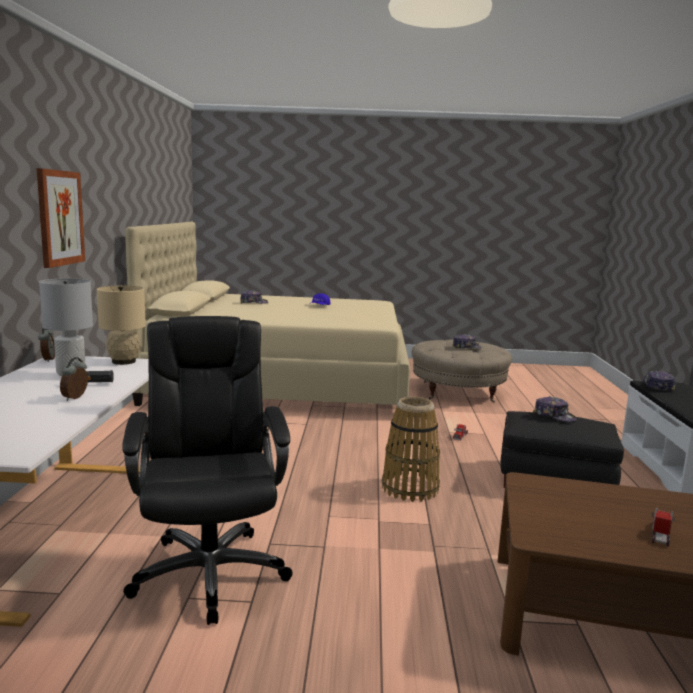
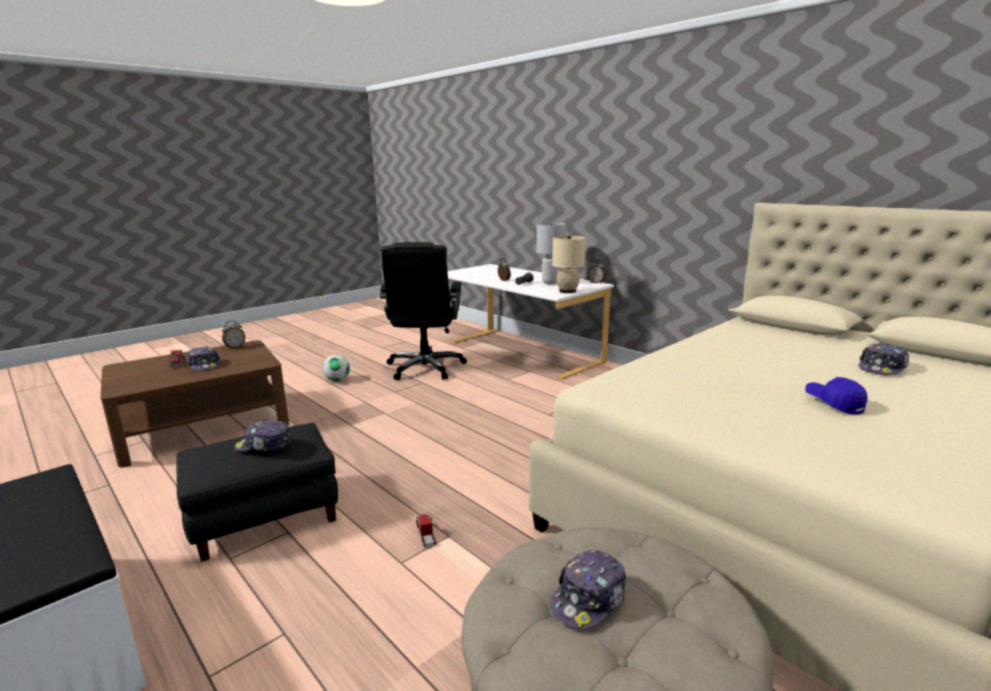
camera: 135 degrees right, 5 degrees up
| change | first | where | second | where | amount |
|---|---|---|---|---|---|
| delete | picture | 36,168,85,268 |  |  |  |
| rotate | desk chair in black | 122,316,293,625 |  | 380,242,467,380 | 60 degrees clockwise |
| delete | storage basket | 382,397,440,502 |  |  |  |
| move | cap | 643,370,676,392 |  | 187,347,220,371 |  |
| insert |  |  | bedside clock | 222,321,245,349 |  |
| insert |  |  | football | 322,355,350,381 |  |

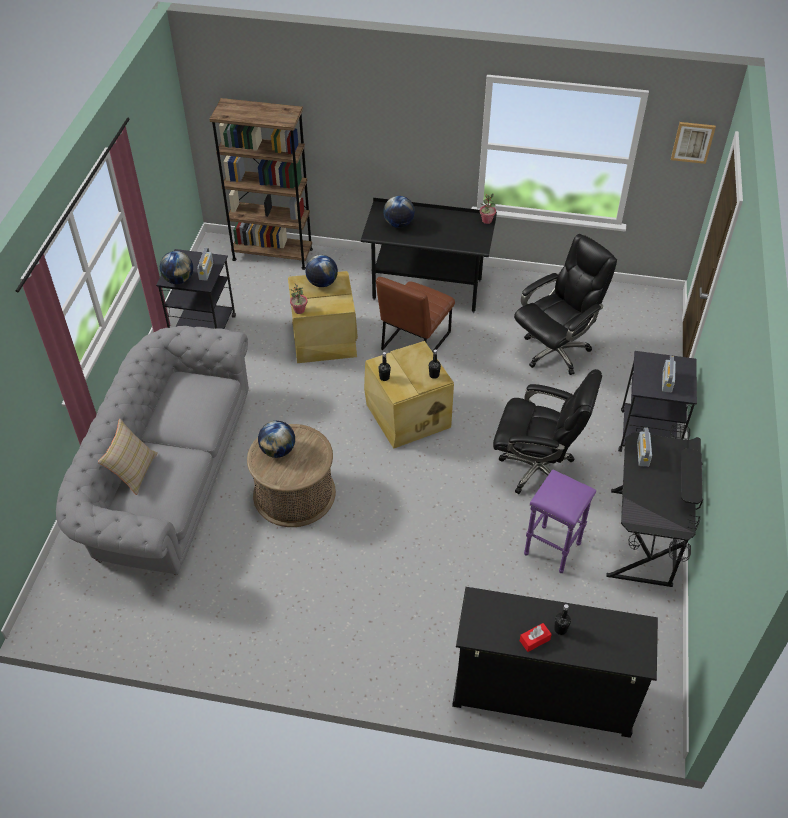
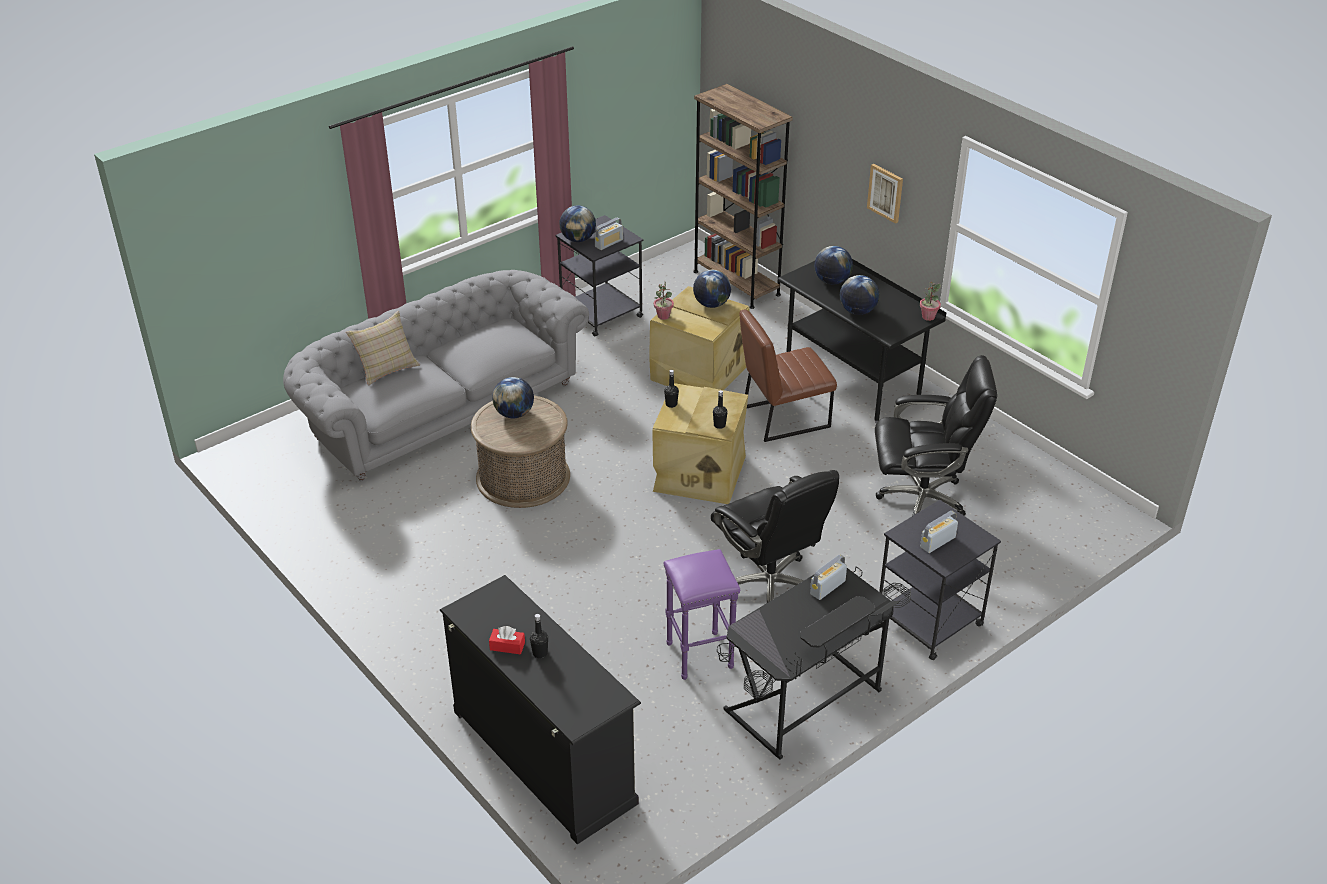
camera: 40 degrees right, 10 degrees down
| change | first | where | second | where | amount |
|---|---|---|---|---|---|
| move | picture | 671,122,716,164 |  | 867,164,903,224 |  |
| insert |  |  | globe | 840,275,879,315 |  |

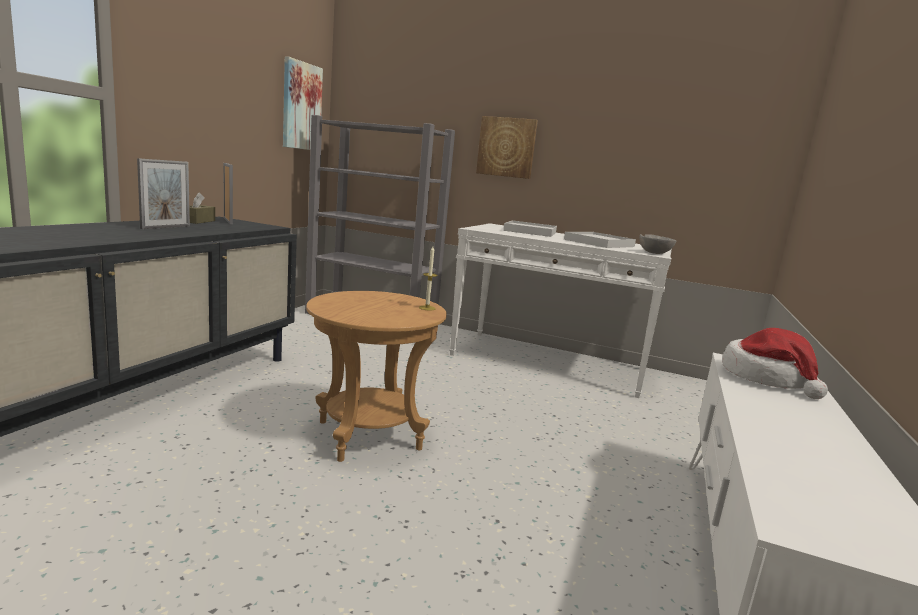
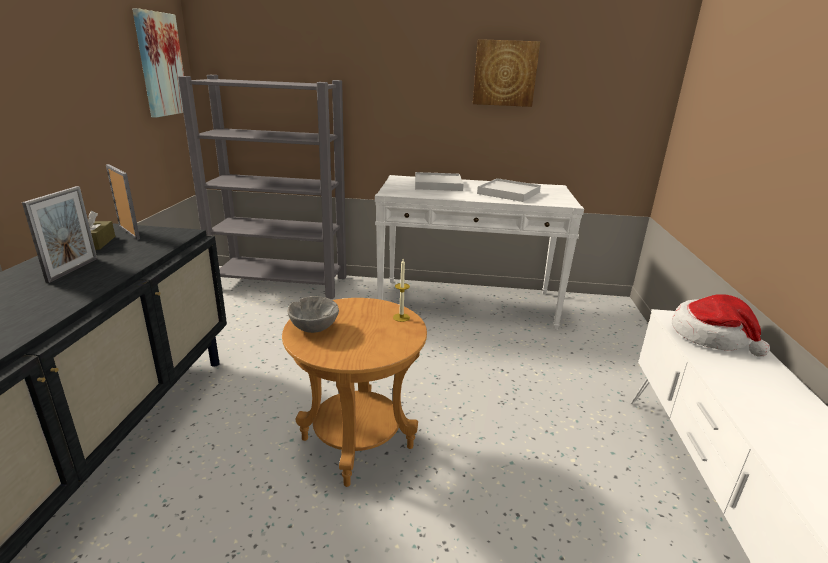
camera: 15 degrees left, 10 degrees up
| change | first | where | second | where | amount |
|---|---|---|---|---|---|
| move | picture | 476,116,538,179 |  | 473,39,540,107 |  |
| move | serving bowl in gray | 639,234,676,254 |  | 288,296,339,333 |  |

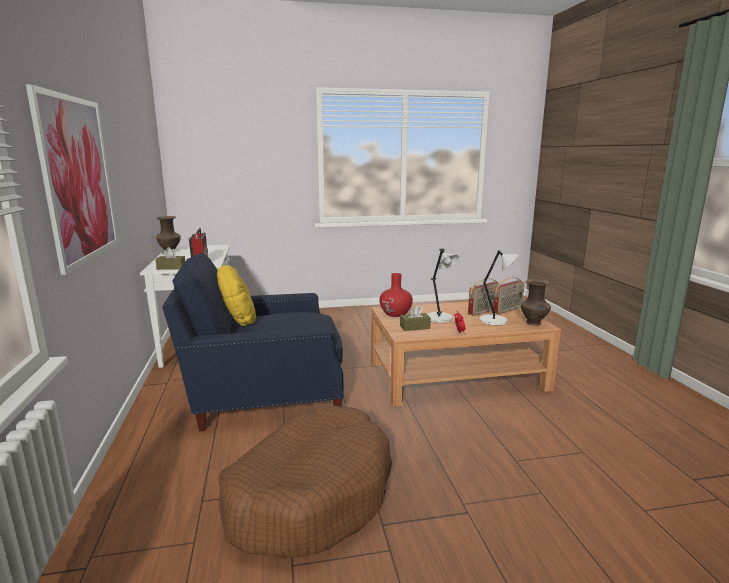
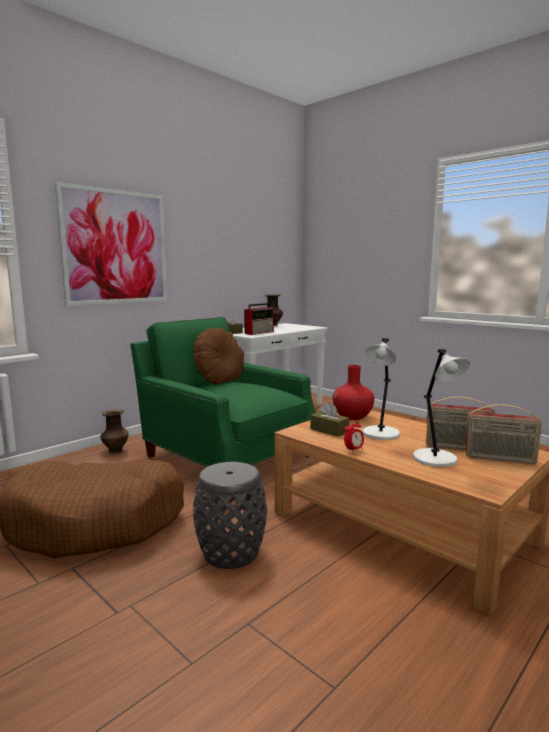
camera: 55 degrees right, 5 degrees down
| change | first | where | second | where | amount |
|---|---|---|---|---|---|
| recolor | easy chair in bluish | 162,252,344,431 | easy chair in greenish | 130,317,316,474 |  |
| recolor | cushion in yellow | 217,265,256,326 | cushion in brown | 193,328,244,385 |  |
| move | flower vase in brown | 521,279,551,326 |  | 100,409,128,454 |  |
| insert |  |  | sitting stool in gray | 193,462,267,569 |  |

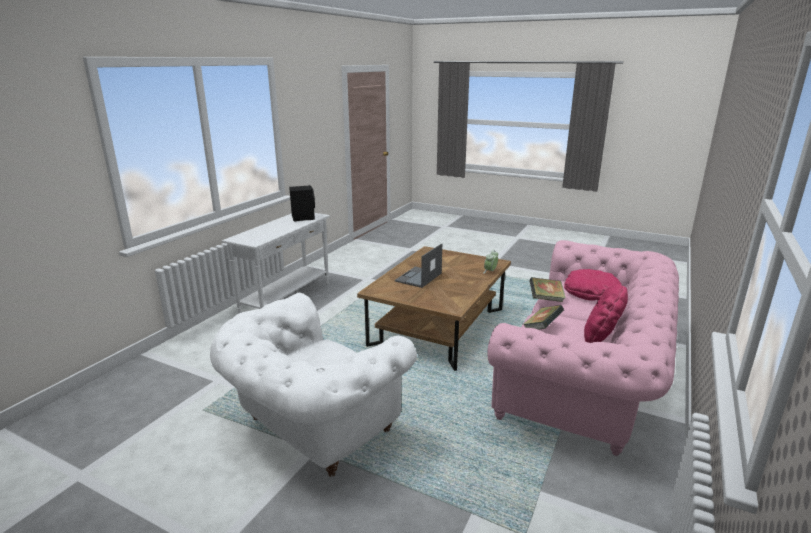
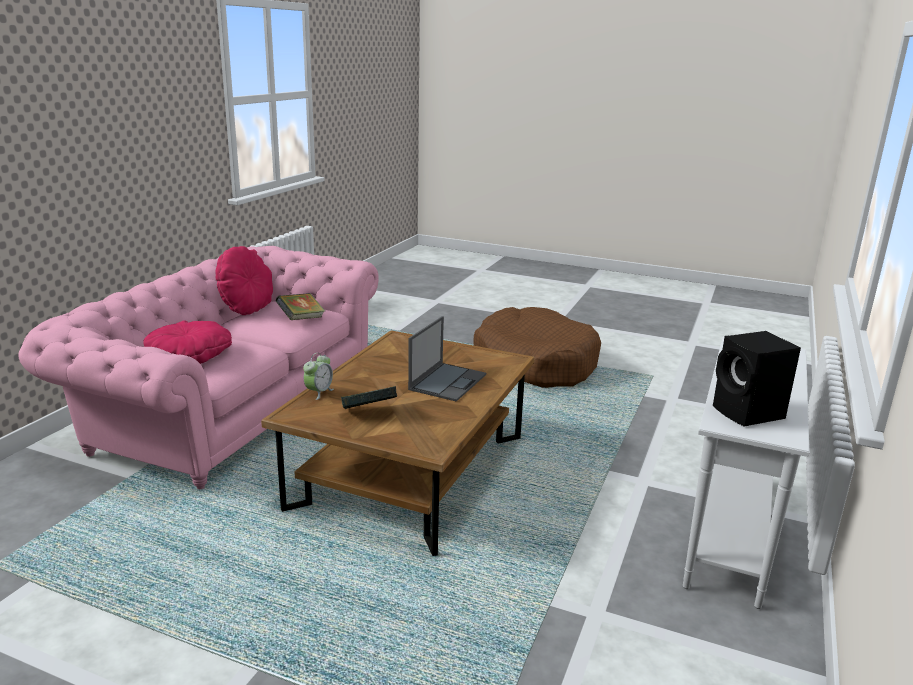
camera: 175 degrees right, 0 degrees up
| change | first | where | second | where | amount |
|---|---|---|---|---|---|
| replace | easy chair in white-coloured | 210,293,417,477 | dog cushion in brown | 474,307,601,388 |  |
| move | bound book | 529,277,566,302 |  | 341,386,397,409 |  |

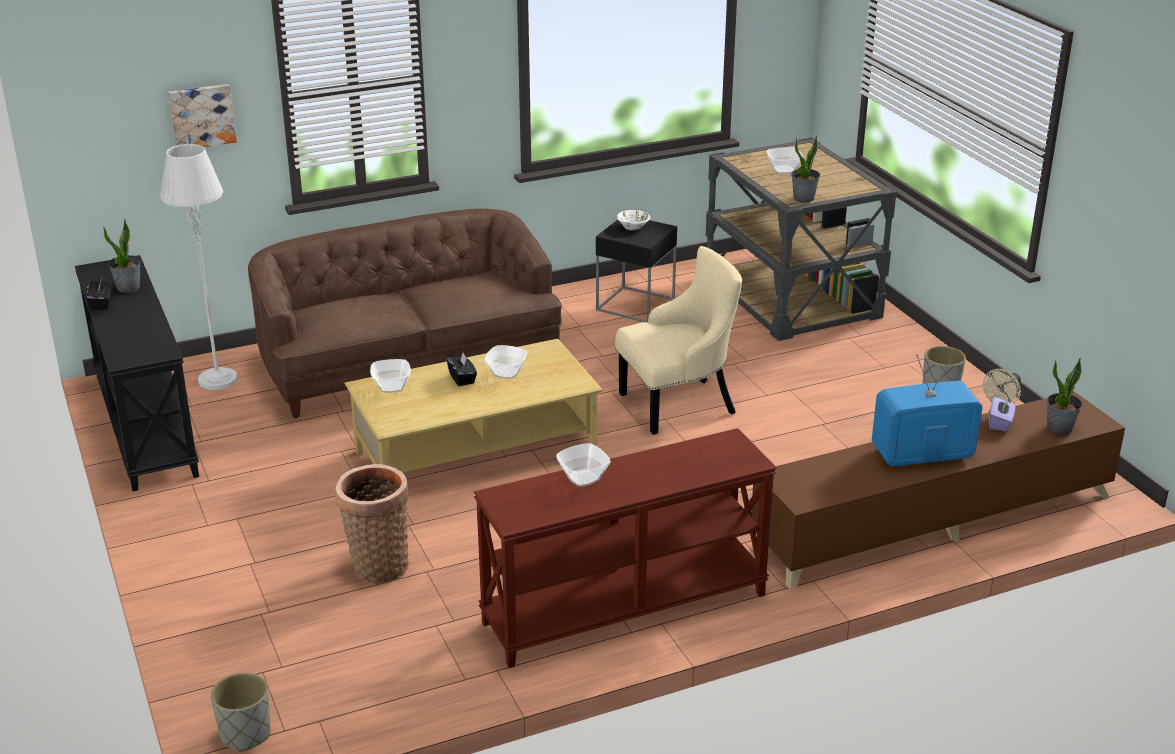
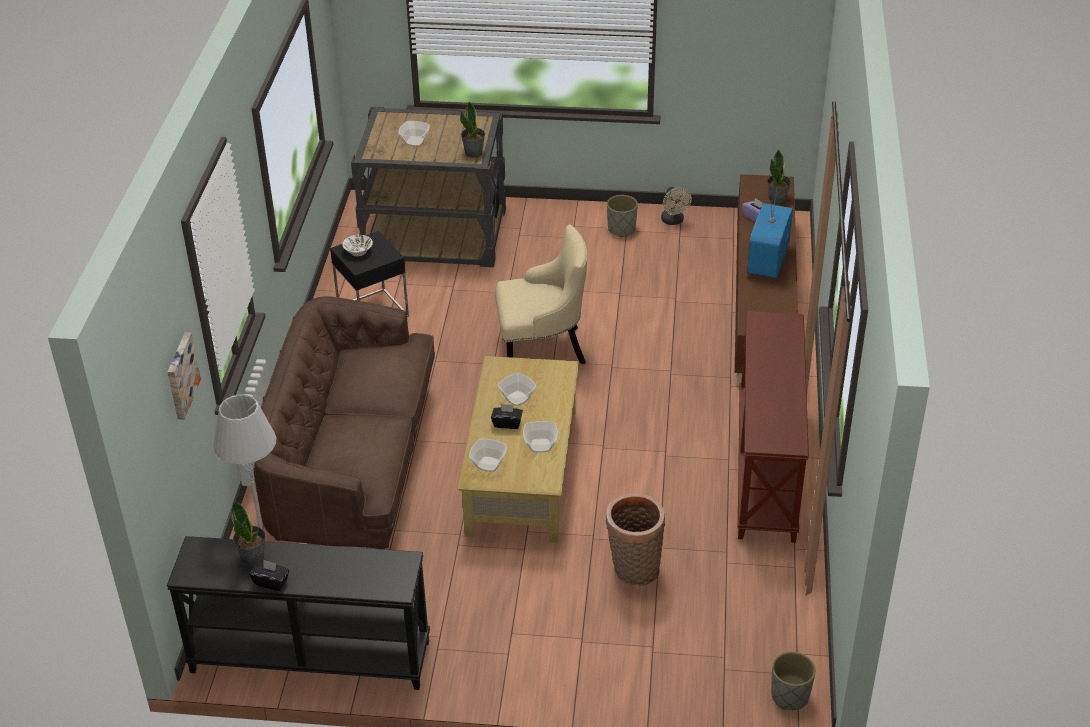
camera: 60 degrees left, 10 degrees up
| change | first | where | second | where | amount |
|---|---|---|---|---|---|
| move | serving bowl | 556,443,611,487 |  | 523,421,558,453 |  |
| rotate | easy chair in beige-coloured | 614,246,742,435 |  | 495,224,587,364 | 75 degrees clockwise |

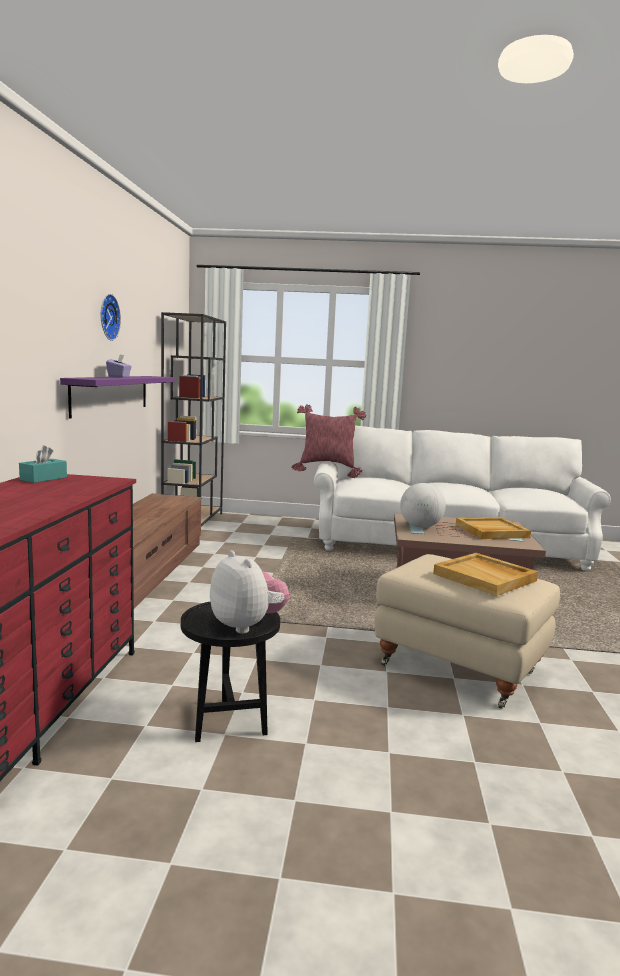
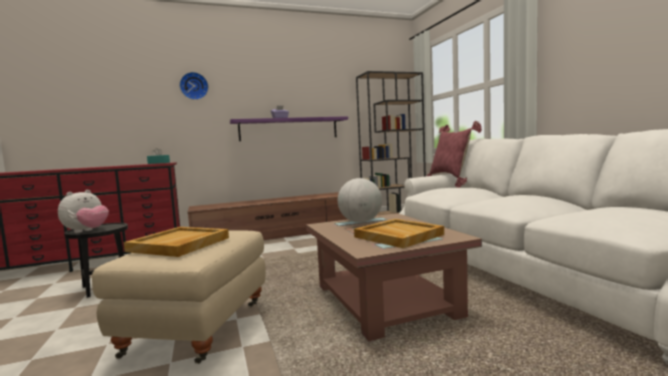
camera: 65 degrees right, 5 degrees down
| change | first | where | second | where | amount |
|---|---|---|---|---|---|
| move | clock on the wall | 101,294,121,341 |  | 179,72,209,100 |  |

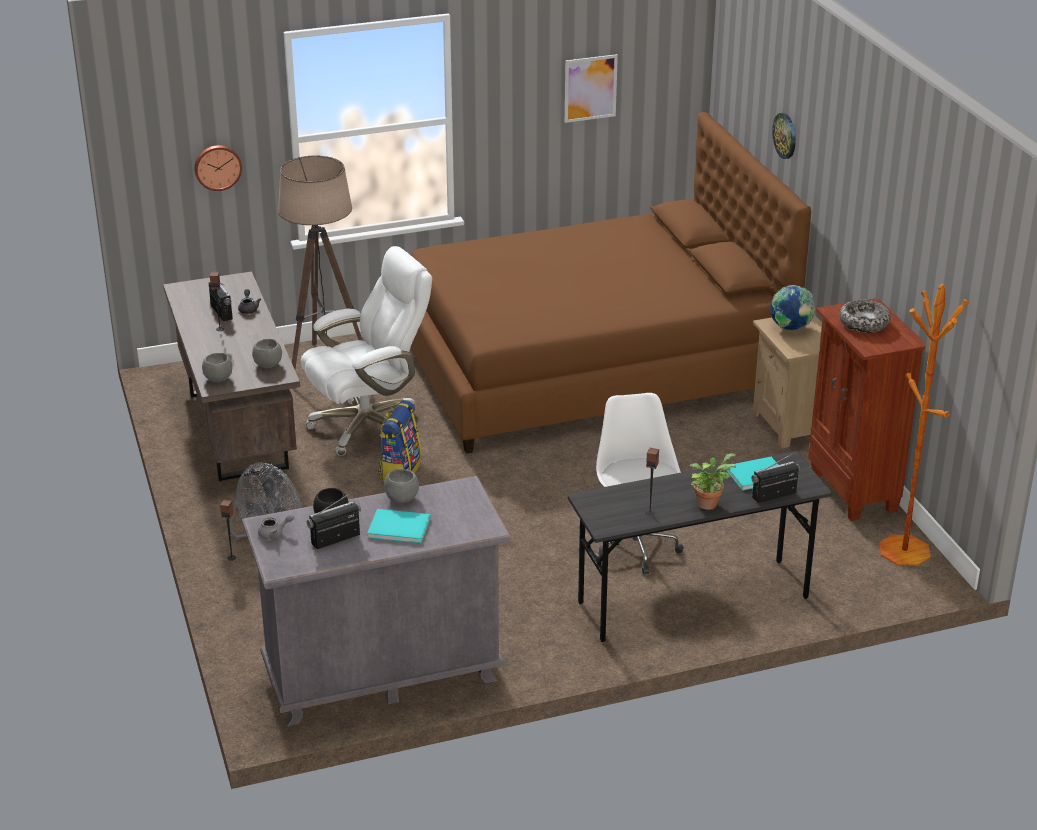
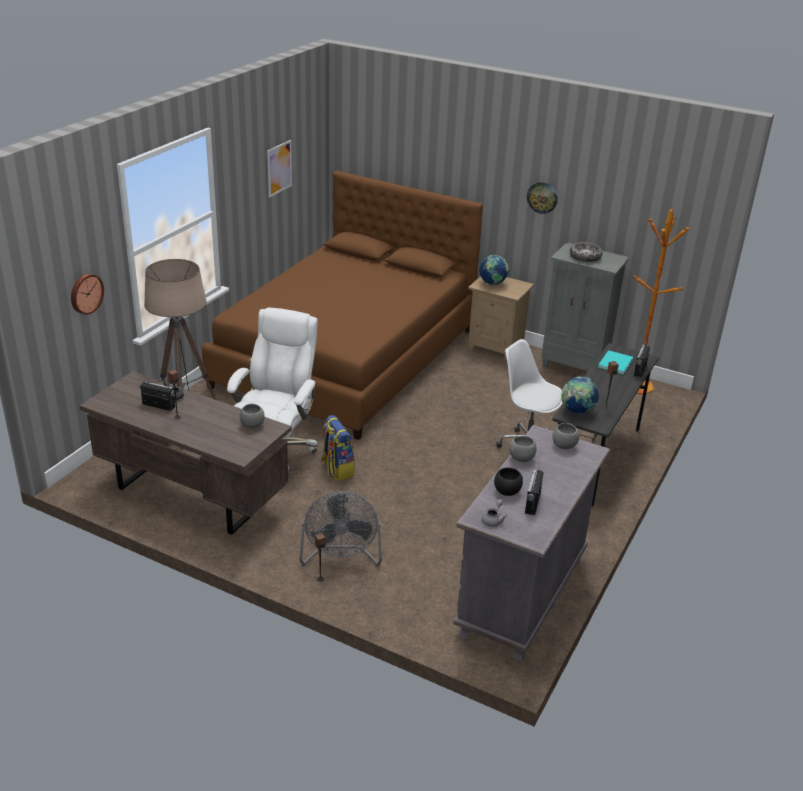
camera: 45 degrees left, 0 degrees up
| change | first | where | second | where | amount |
|---|---|---|---|---|---|
| move | serving bowl in gray | 202,353,233,382 |  | 552,423,579,449 |  |
| delete | bound book in turquoise | 367,509,431,543 |  |  |  |
| delete | plant in a pot | 690,453,736,510 |  |  |  |
| move | clock on the wall | 772,113,796,159 |  | 527,182,558,214 |  |
| recolor | cupboard in brown | 808,298,926,521 | cupboard in gray | 541,243,629,371 |  |
| insert |  |  | globe | 561,376,599,414 |  |

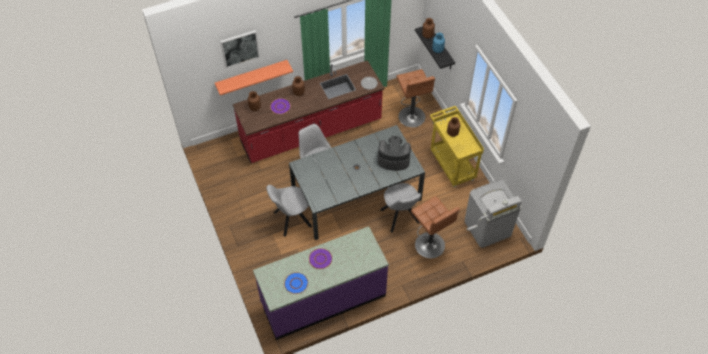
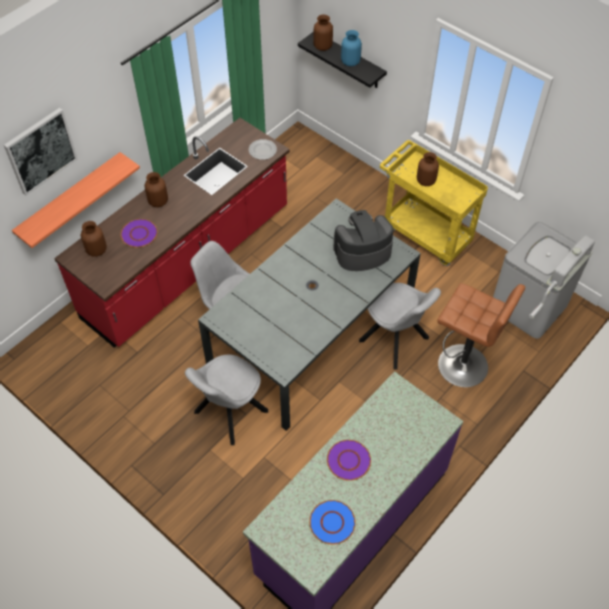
camera: 25 degrees left, 0 degrees up
| change | first | where | second | where | amount |
|---|---|---|---|---|---|
| delete | sitting stool in brown | 396,69,435,127 |  |  |  |

